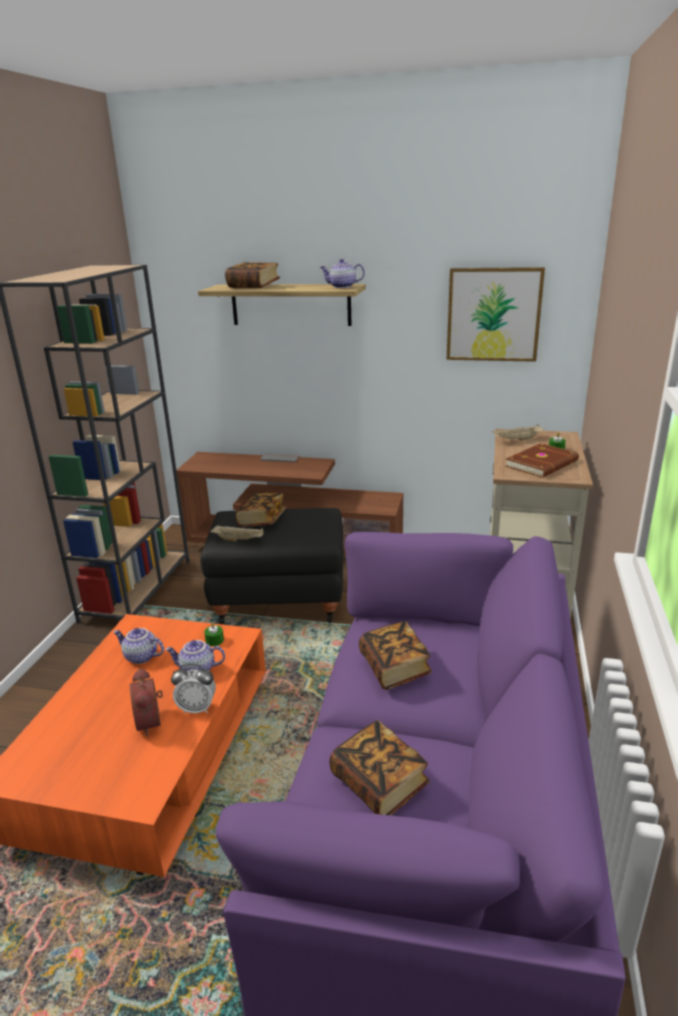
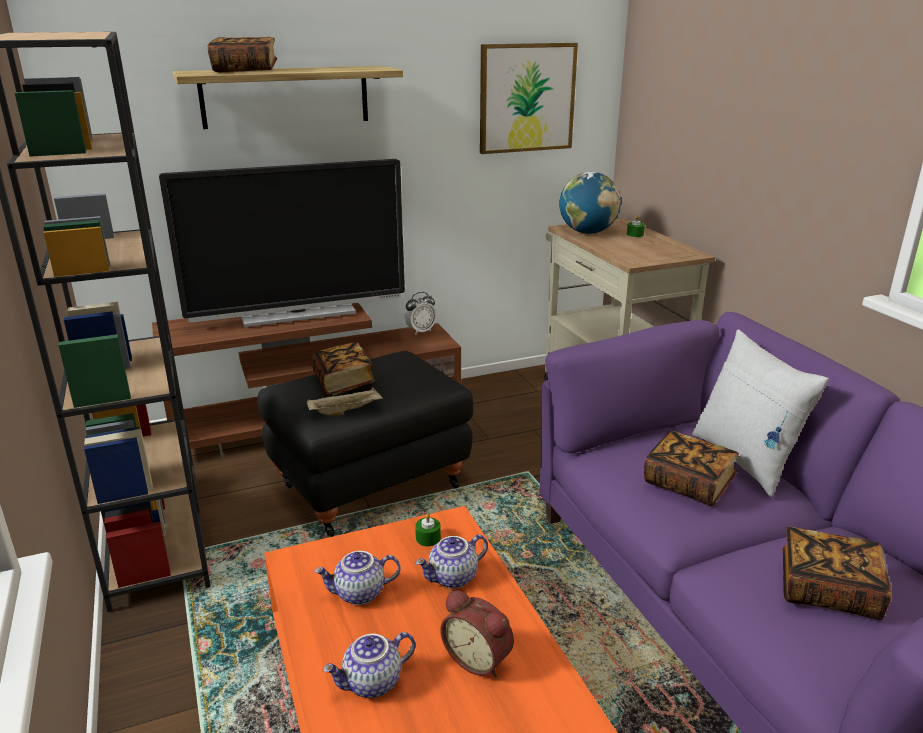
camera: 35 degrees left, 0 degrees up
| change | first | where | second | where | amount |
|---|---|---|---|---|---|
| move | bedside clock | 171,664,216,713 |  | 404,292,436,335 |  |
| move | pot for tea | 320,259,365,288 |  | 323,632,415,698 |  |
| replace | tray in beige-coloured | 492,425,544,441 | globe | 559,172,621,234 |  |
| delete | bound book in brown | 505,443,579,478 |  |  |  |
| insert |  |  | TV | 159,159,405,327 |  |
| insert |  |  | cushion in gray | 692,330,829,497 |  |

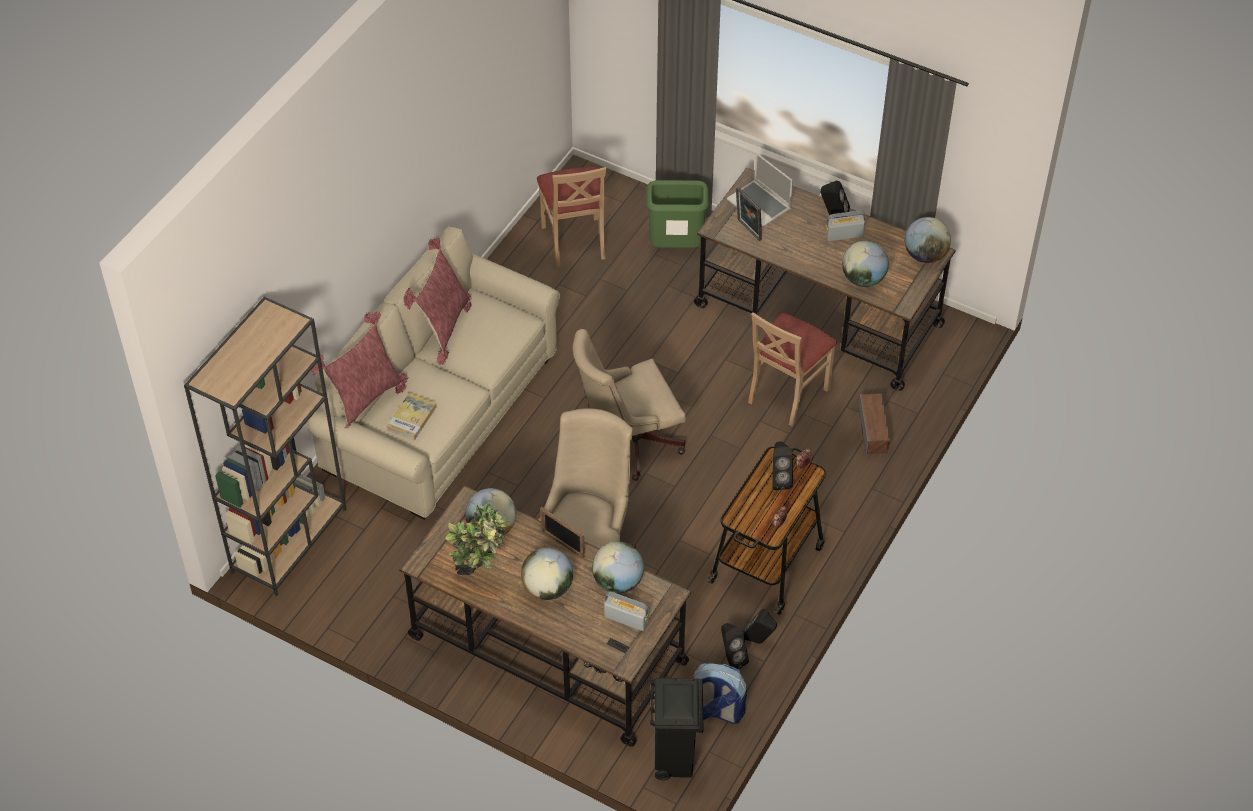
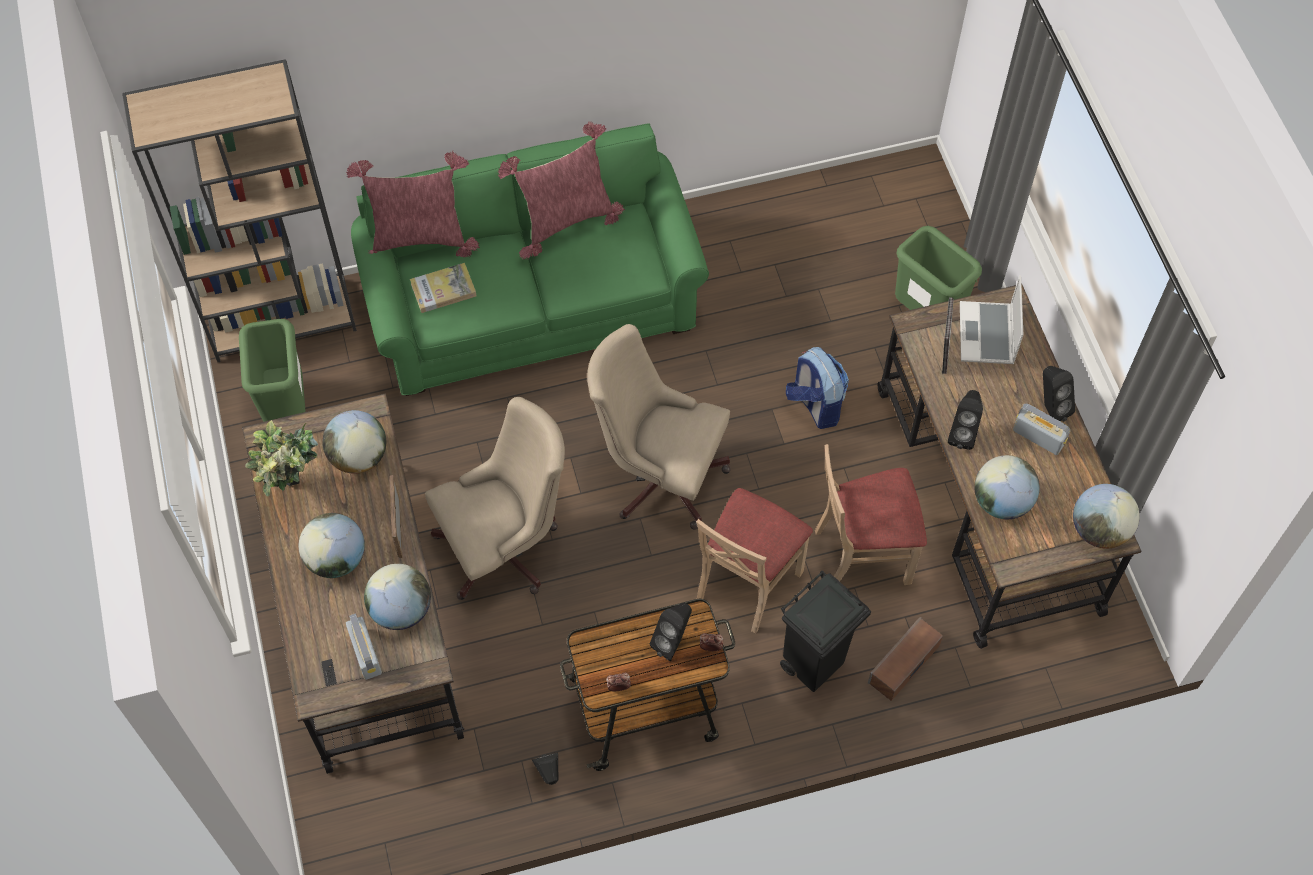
camera: 45 degrees right, 10 degrees up
| change | first | where | second | where | amount |
|---|---|---|---|---|---|
| recolor | sofa in beige-coloured | 308,226,560,520 | sofa in greenish | 351,123,709,396 |  |
| move | chair in beige-coloured | 537,167,607,267 |  | 696,488,813,634 |  |
| move | trash can in black | 650,678,703,780 |  | 780,570,871,692 |  |
| move | knapsack | 691,663,747,724 |  | 786,347,849,429 |  |
| move | audio speaker in black | 721,623,749,669 |  | 948,390,983,450 |  |
| insert |  |  | trash can in greenish | 239,319,305,422 |  |

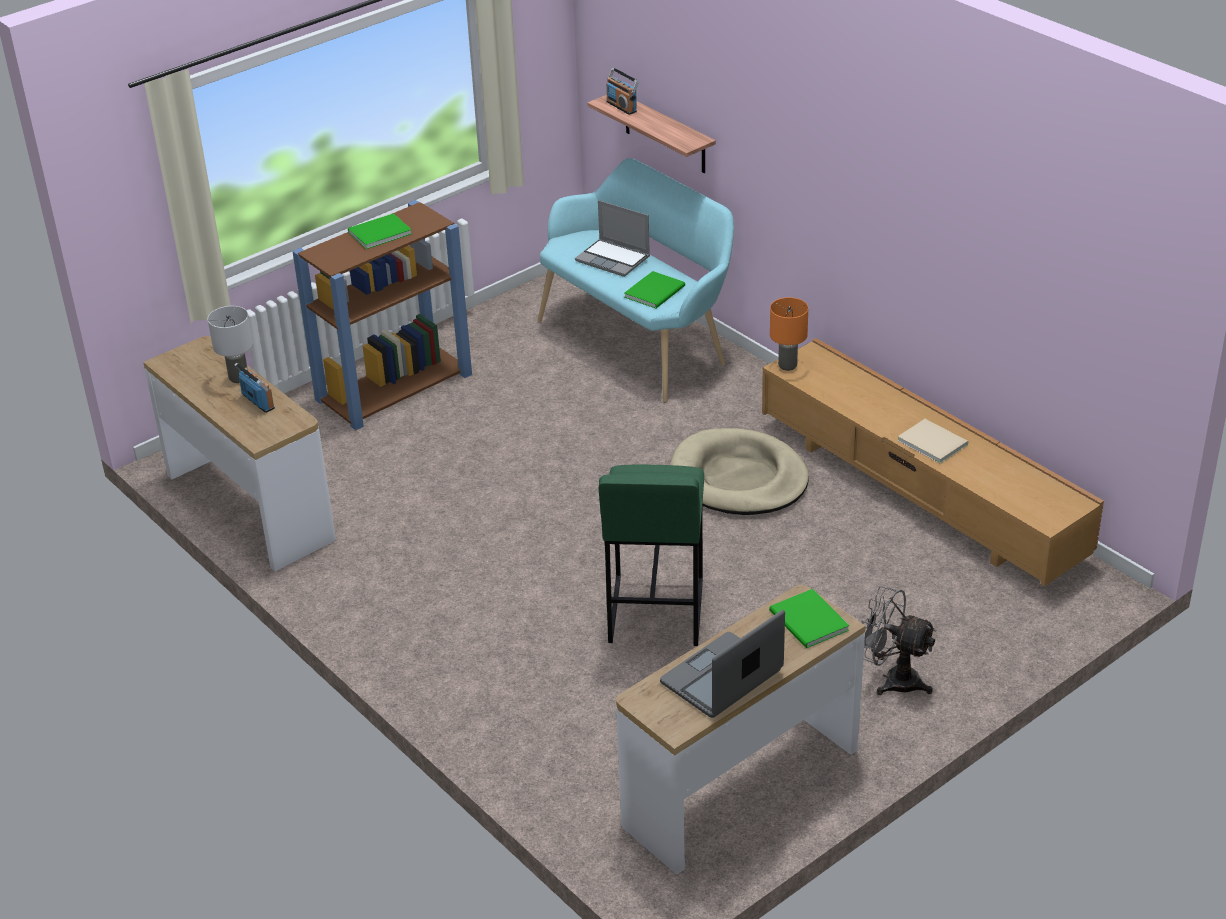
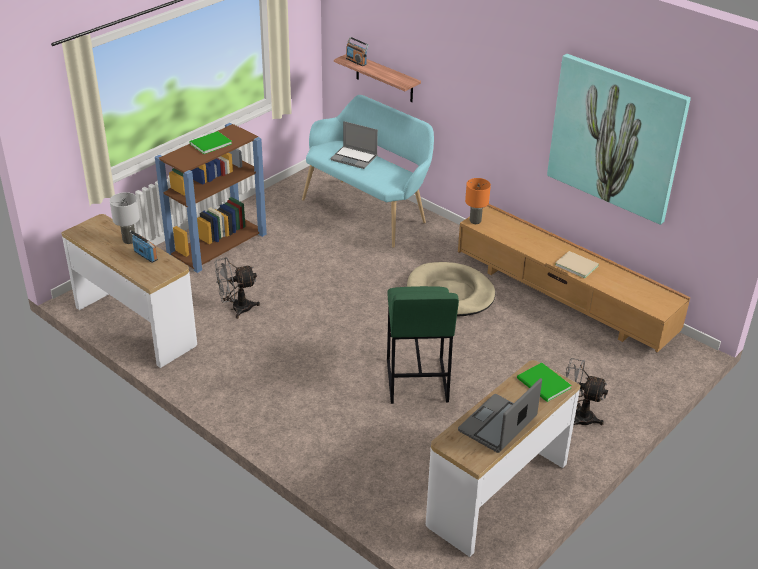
camera: 10 degrees left, 0 degrees up
| change | first | where | second | where | amount |
|---|---|---|---|---|---|
| delete | bound book in greenish | 624,271,685,309 |  |  |  |
| insert |  |  | cooling fan in gray | 215,257,260,319 |  |
| insert |  |  | picture | 547,54,691,225 |  |

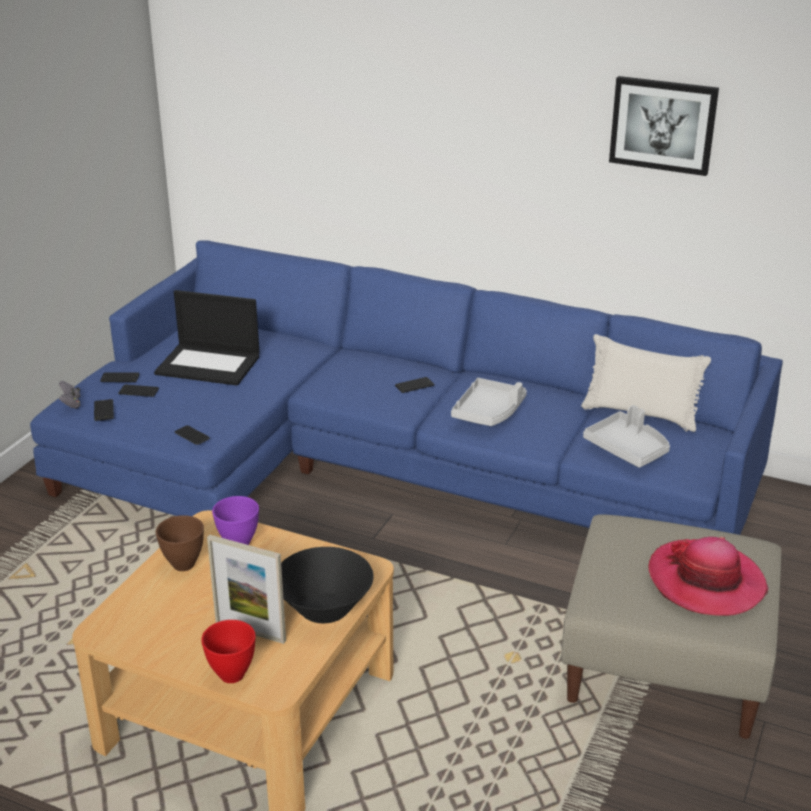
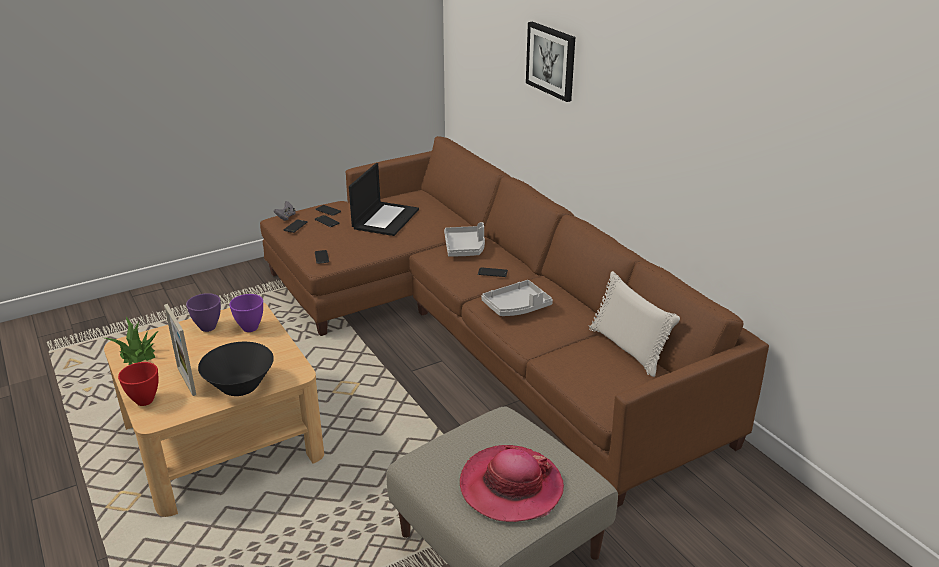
camera: 35 degrees right, 0 degrees up
| change | first | where | second | where | amount |
|---|---|---|---|---|---|
| recolor | sofa in bluish | 30,240,783,535 | sofa in brown | 260,136,769,507 |  |
| rotate | laptop | 154,290,260,385 |  | 349,163,419,236 | 120 degrees counterclockwise |
| recolor | serving bowl in brown | 156,515,204,571 | serving bowl in purple-coloured | 186,293,221,332 |  |
| move | tray in gray | 583,405,670,468 |  | 444,222,485,257 |  |
| move | picture | 609,76,719,176 |  | 526,22,575,102 |  |
| insert |  |  | plant in a pot | 105,316,158,365 |  |

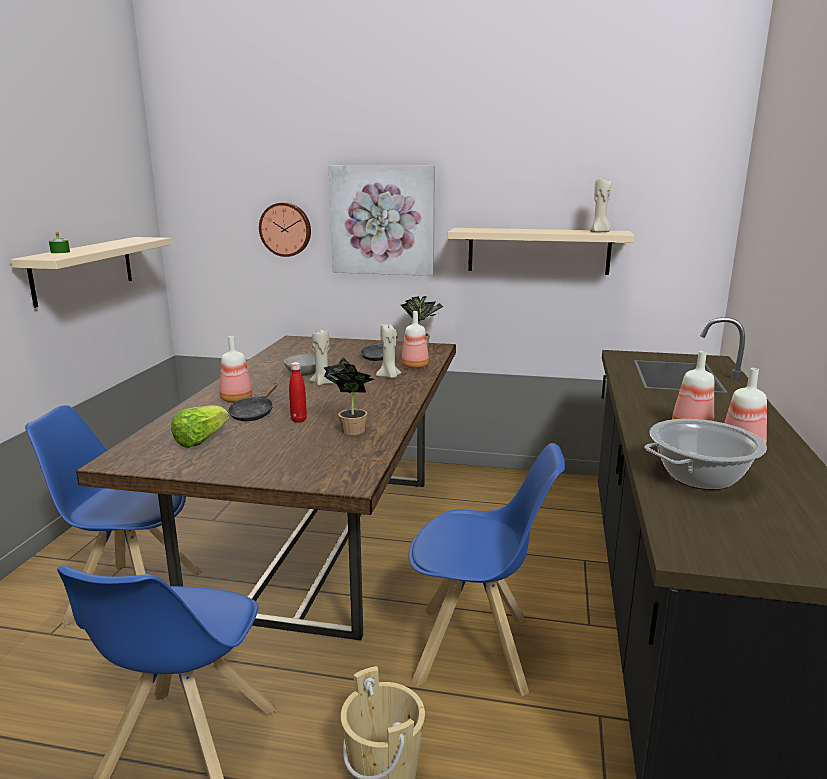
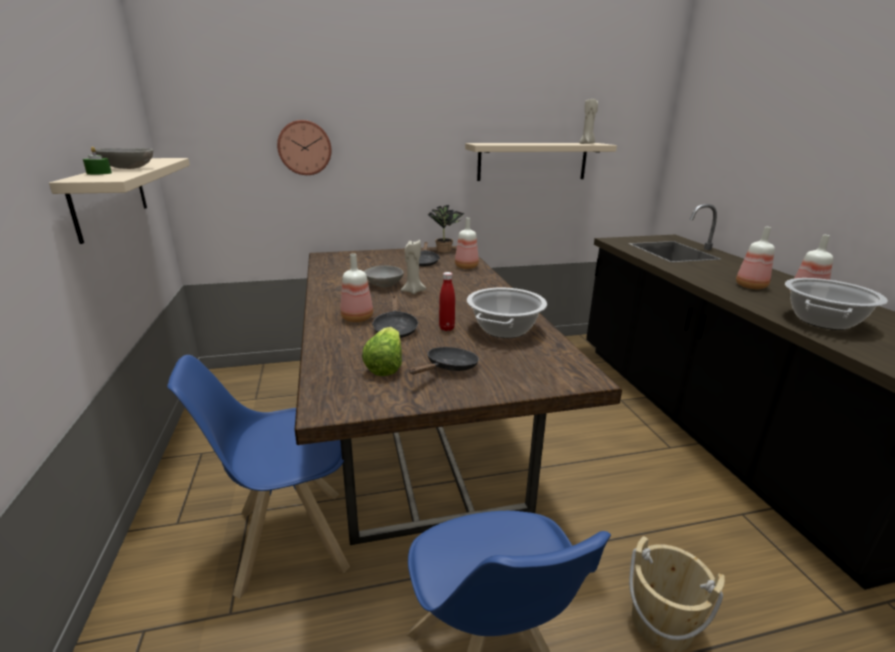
camera: 25 degrees left, 5 degrees up
| change | first | where | second | where | amount |
|---|---|---|---|---|---|
| replace | plant in a pot | 324,357,374,435 | stockpot | 467,288,547,338 |  |
| delete | picture | 329,165,435,276 |  |  |  |
| delete | wax light in beige-coloured | 376,324,401,378 |  |  |  |
| delete | chair in bluish | 409,443,565,697 |  |  |  |
| insert |  |  | serving bowl in gray | 95,148,153,169 |  |
| insert |  |  | skillet in black | 409,347,479,374 |  |

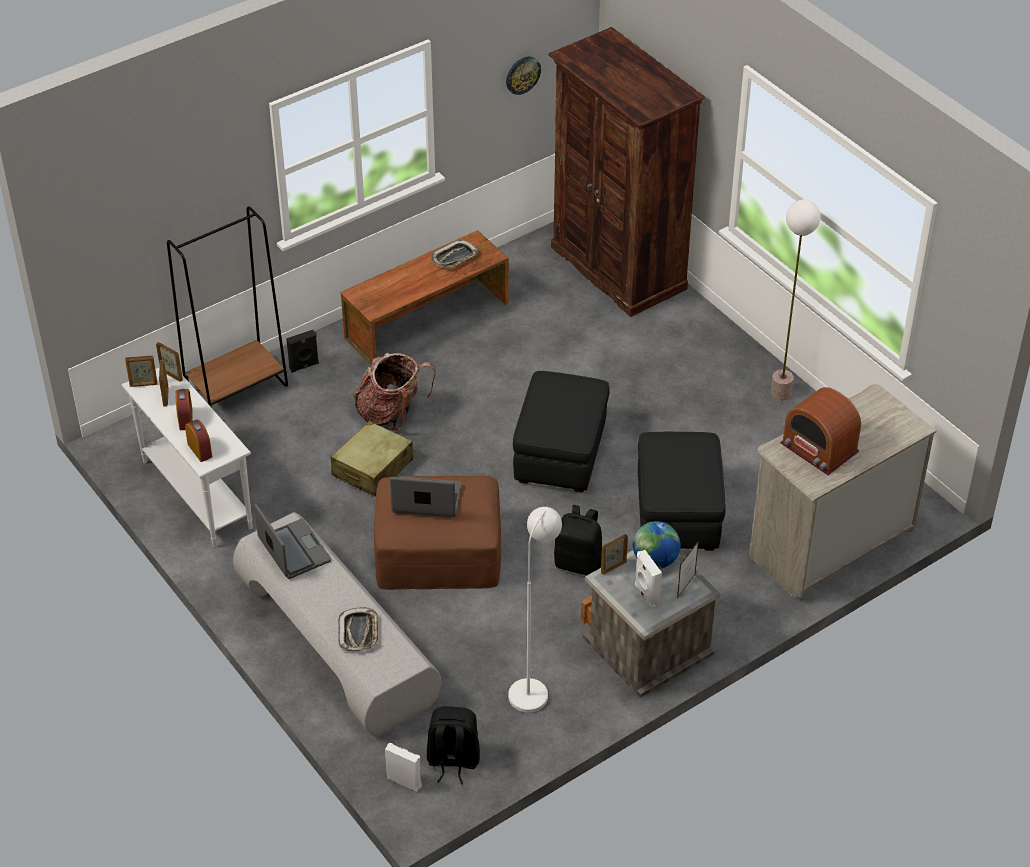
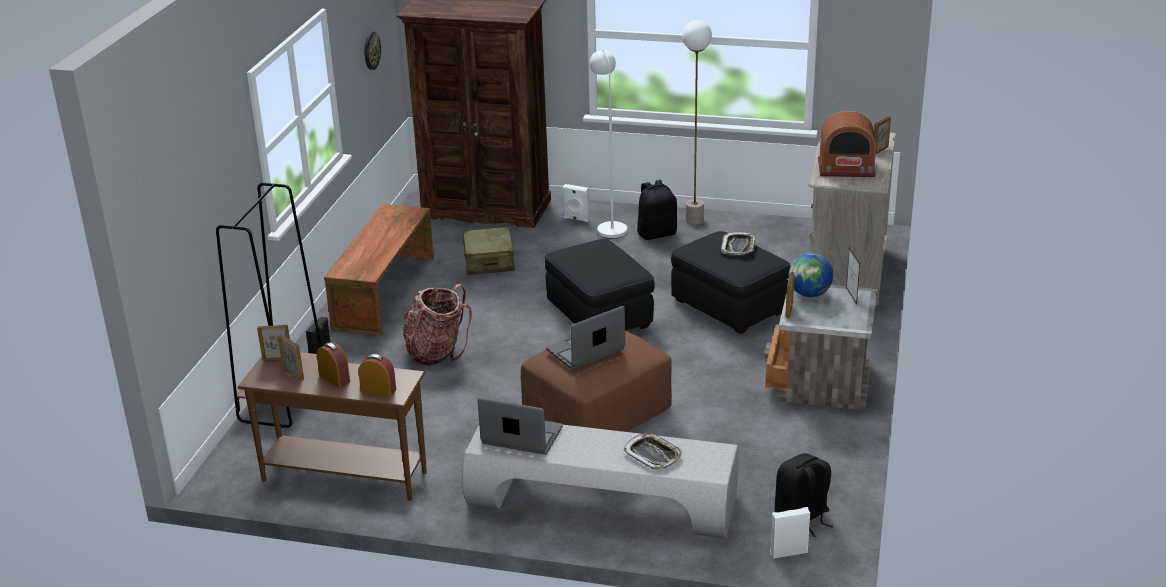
camera: 40 degrees left, 15 degrees down
| change | first | where | second | where | amount |
|---|---|---|---|---|---|
| recolor | console table in white-coloured | 122,368,253,548 | console table in brown | 238,356,427,501 |  |
| move | picture frame | 125,355,157,387 |  | 874,116,891,154 |  |
| move | travel case in beige-coloured | 331,421,413,496 |  | 462,226,515,275 |  |
| move | tray | 431,240,479,269 |  | 721,232,756,255 |  |
| move | standard lamp in white-coloured | 508,507,562,713 |  | 590,49,627,238 |  |
| move | knapsack in black | 554,505,602,575 |  | 637,180,677,240 |  |
| move | audio speaker in white-coloured | 635,550,662,608 |  | 563,184,589,222 |  |

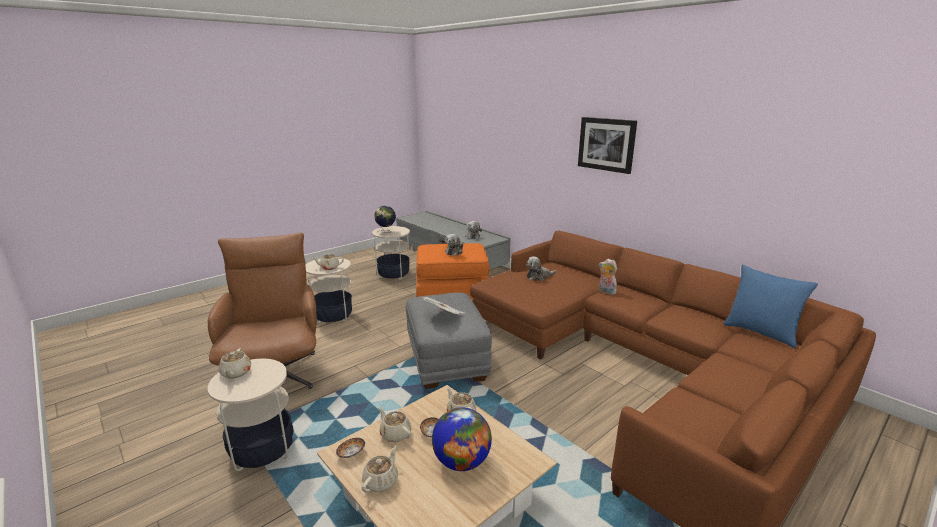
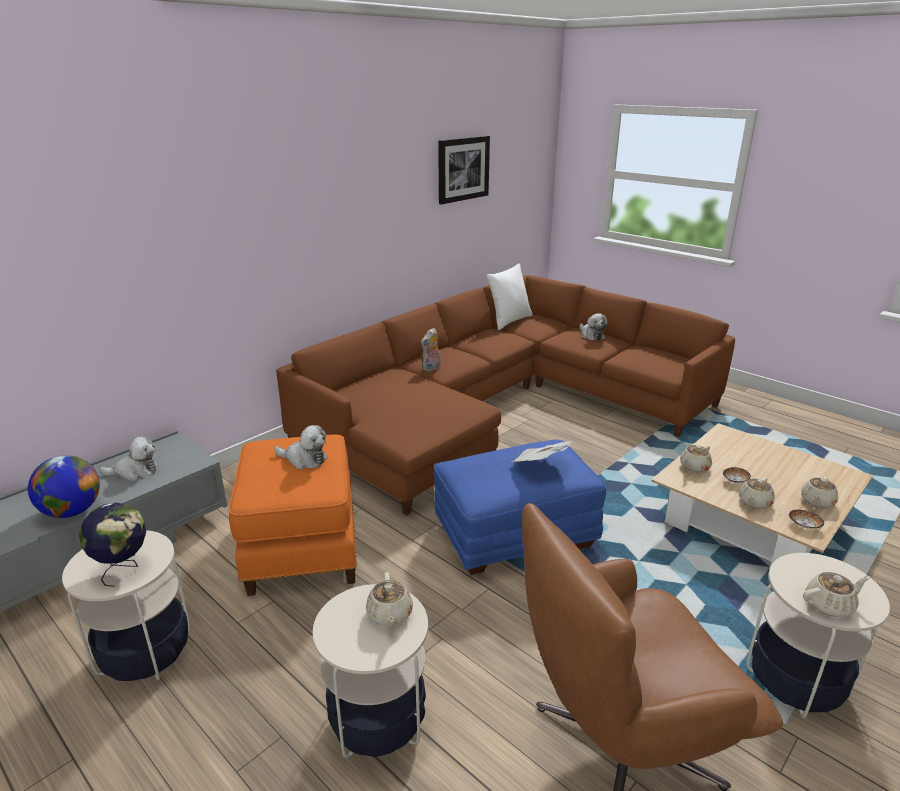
camera: 95 degrees left, 5 degrees up
| change | first | where | second | where | amount |
|---|---|---|---|---|---|
| rotate | pot for tea in beige-coloured | 362,445,398,492 |  | 801,476,838,508 | 75 degrees counterclockwise |
| recolor | ottoman in gray | 406,292,492,389 | ottoman in bluish | 434,440,607,575 |  |
| move | globe | 432,407,492,471 |  | 28,455,100,518 |  |
| move | soft toy | 526,256,557,281 |  | 579,313,608,341 |  |
| move | picture | 578,117,637,174 |  | 438,136,490,205 |  |
| recolor | cushion in bluish | 723,264,818,348 | cushion in white-coloured | 487,264,533,330 |  |

